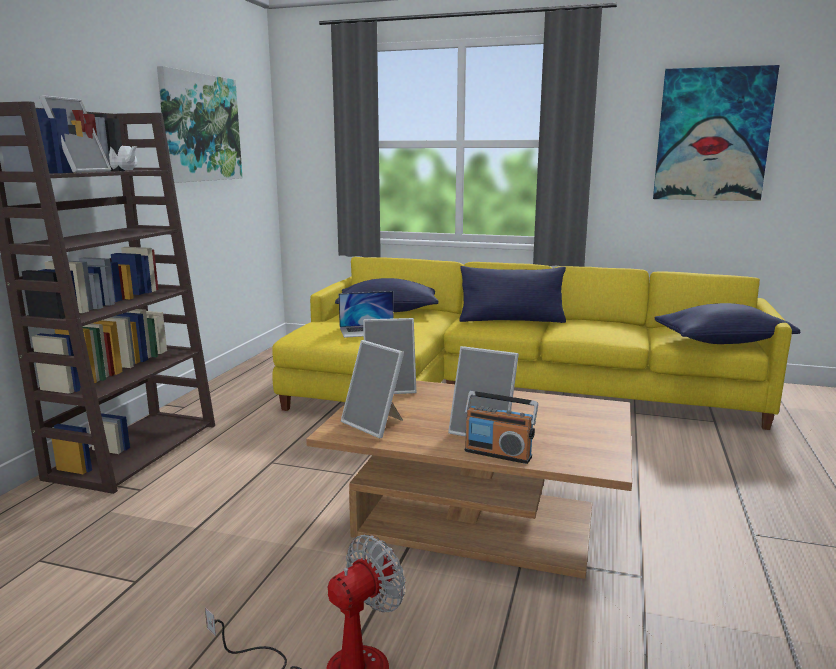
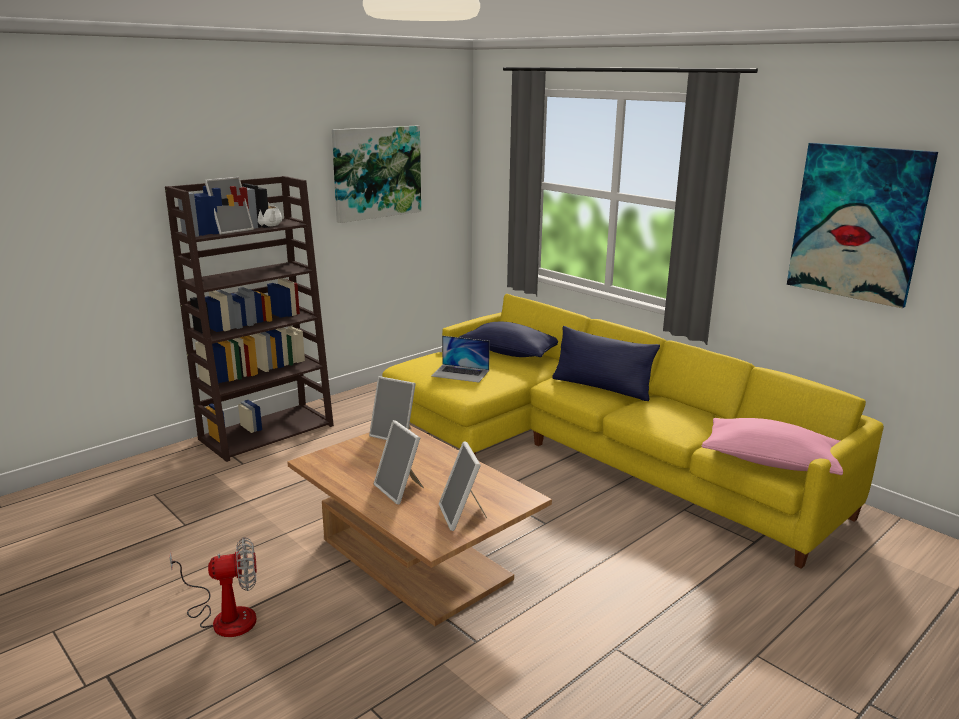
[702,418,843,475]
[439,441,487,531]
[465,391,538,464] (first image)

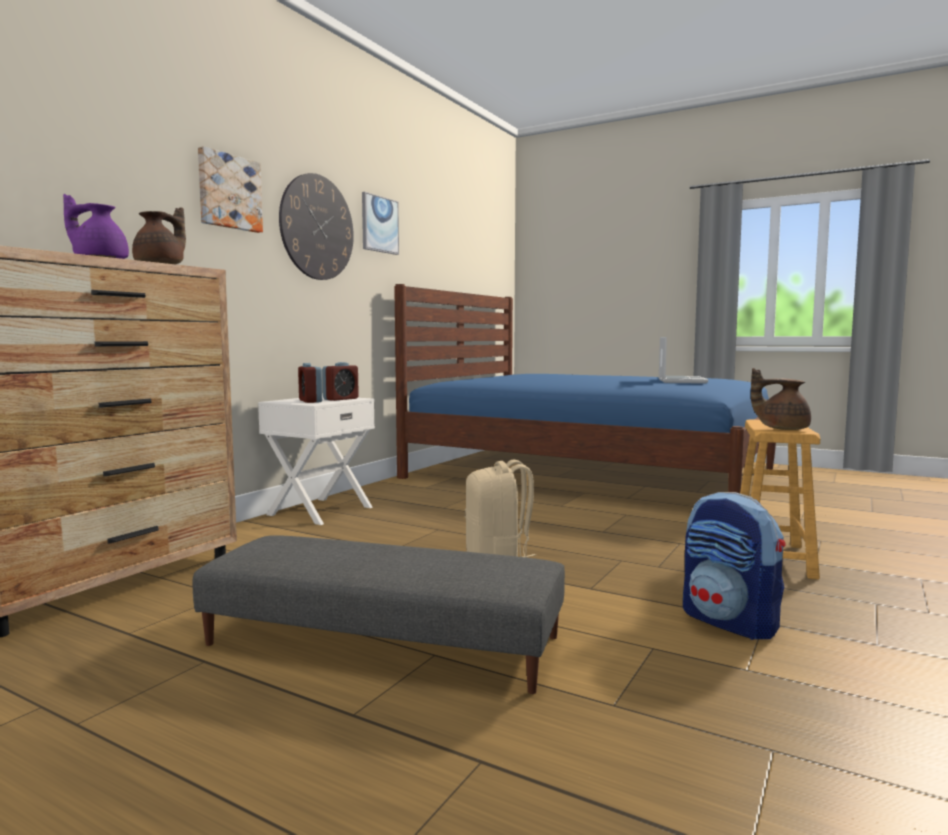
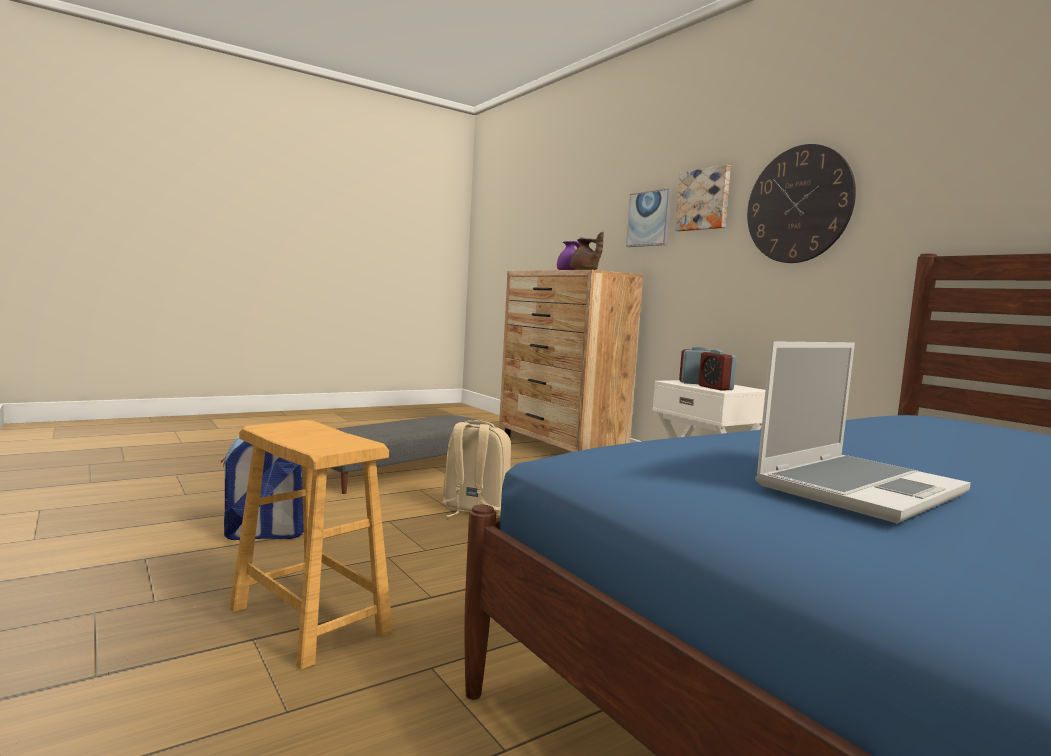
[626,188,672,247]
[755,341,971,523]
[751,368,811,430] (first image)

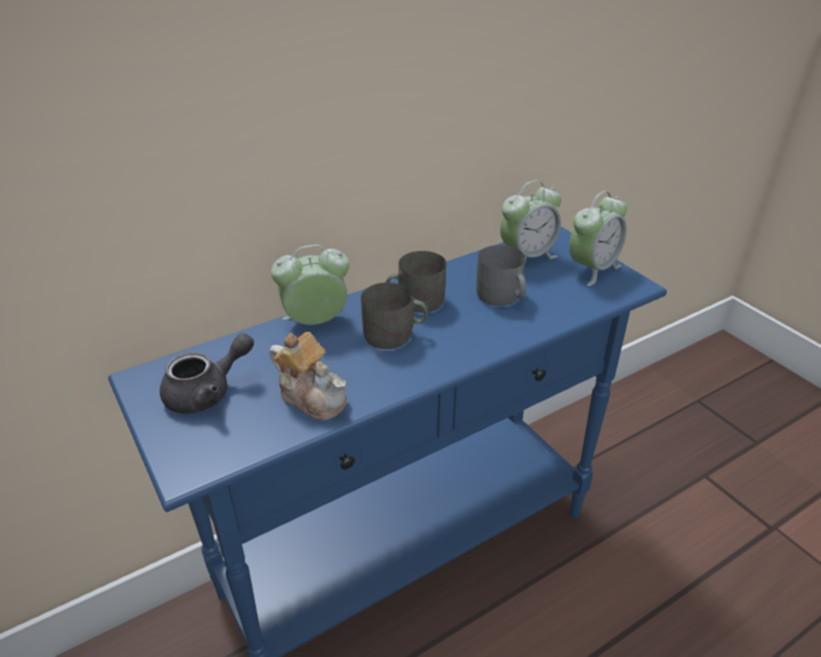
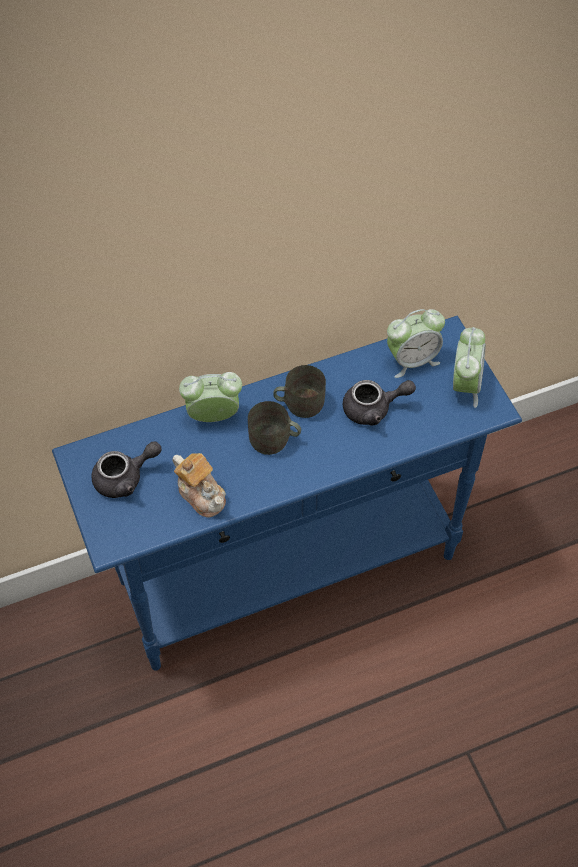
[453,327,486,408]
[343,380,416,426]

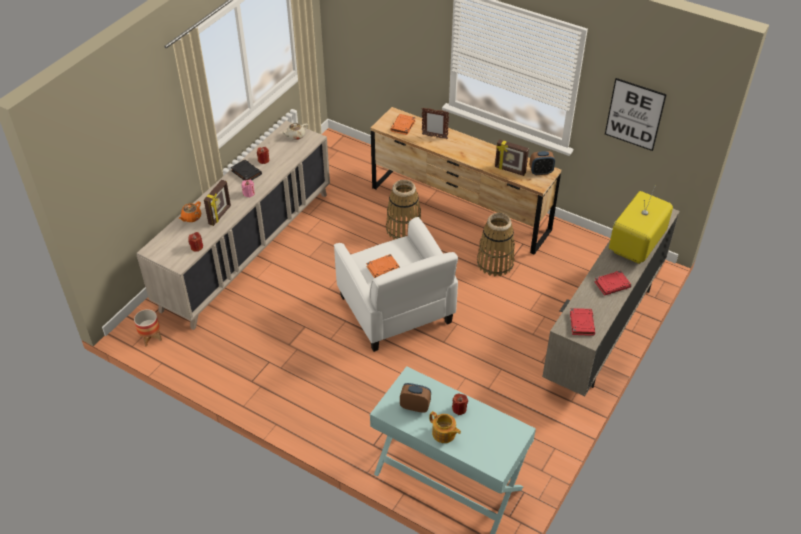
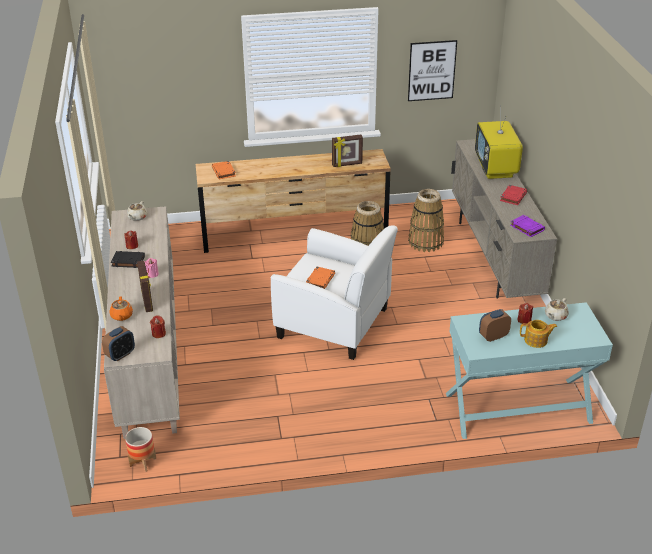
[422,107,449,139] (first image)
[102,326,135,361]
[408,189,444,252]
[511,215,545,237]
[545,298,569,321]

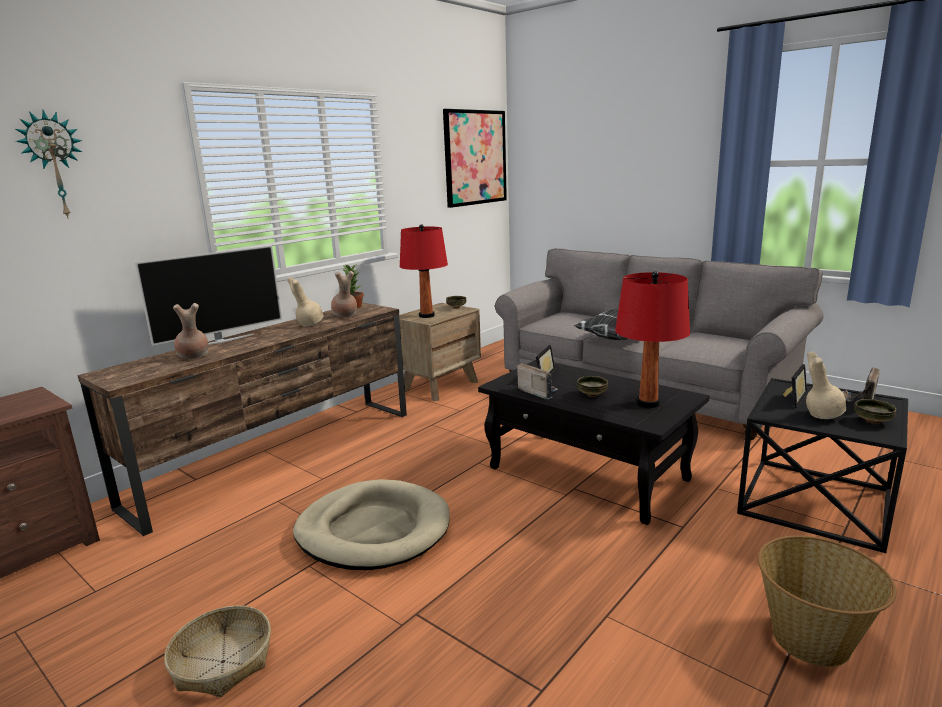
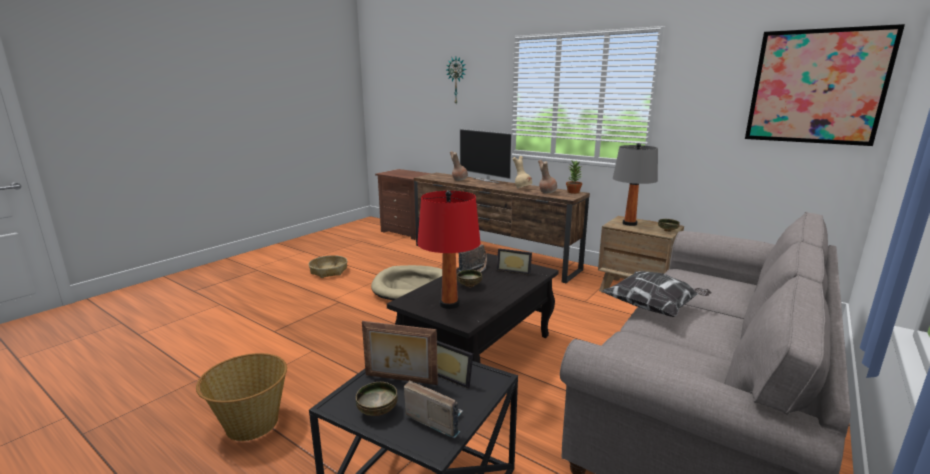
[613,143,658,226]
[362,321,438,385]

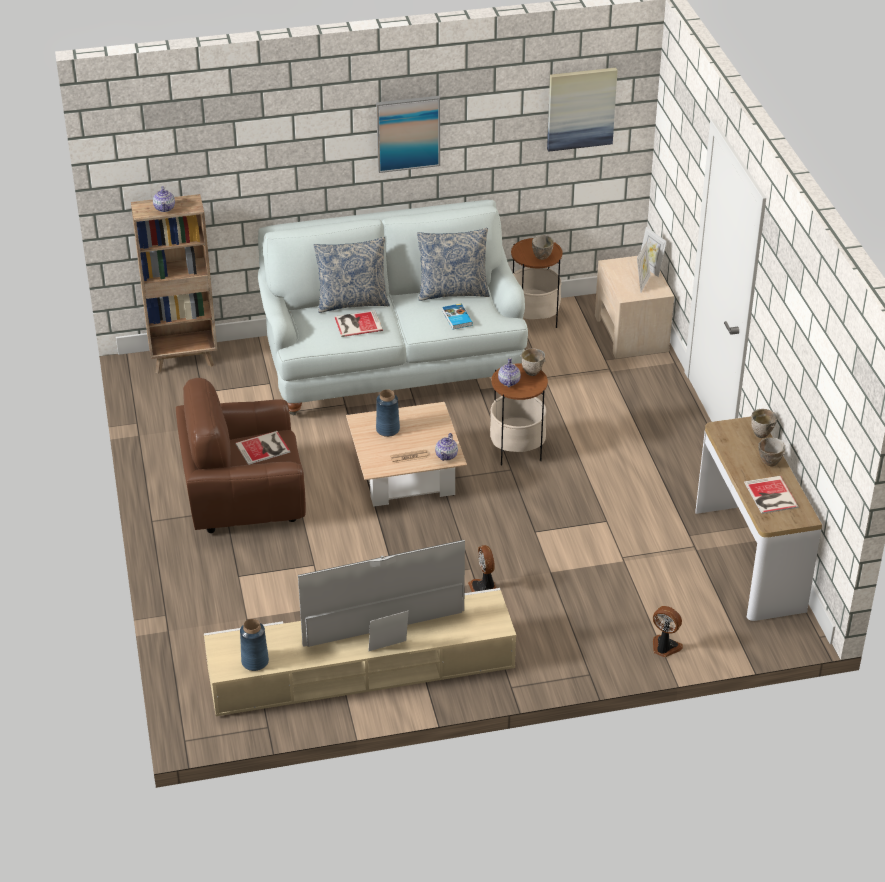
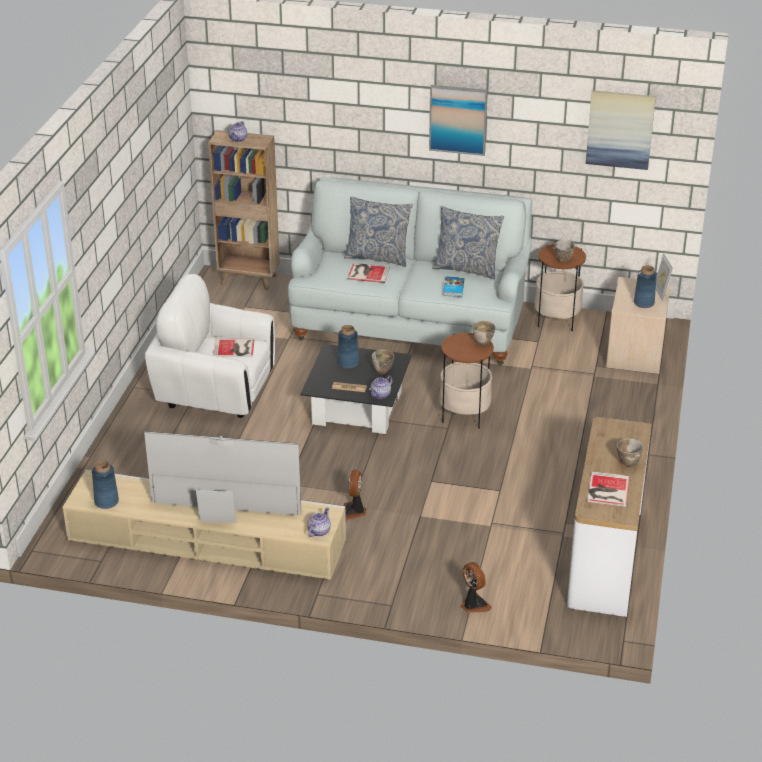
[634,265,657,308]
[307,508,331,537]
[145,274,275,418]
[300,344,412,434]
[372,350,394,374]

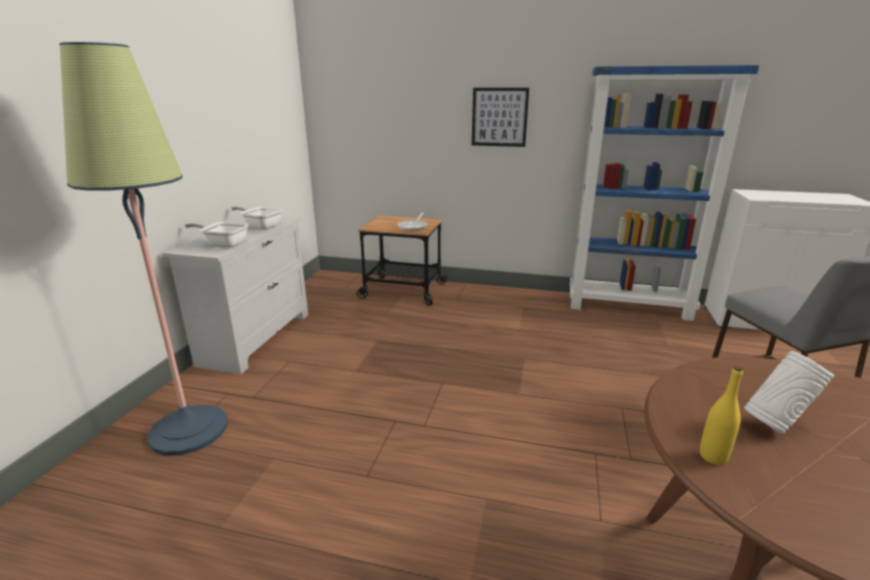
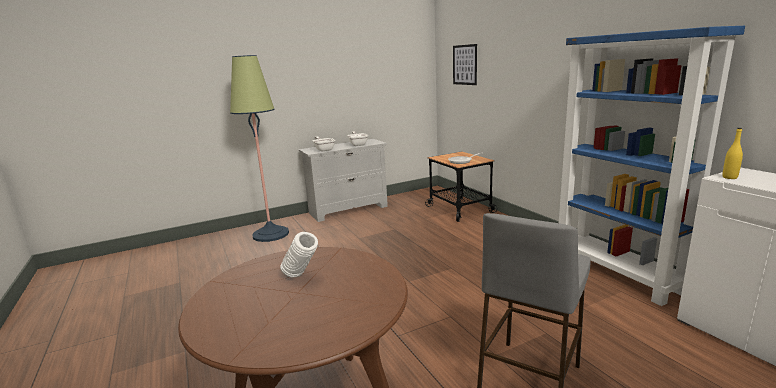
[453,44,477,85]
[722,128,743,179]

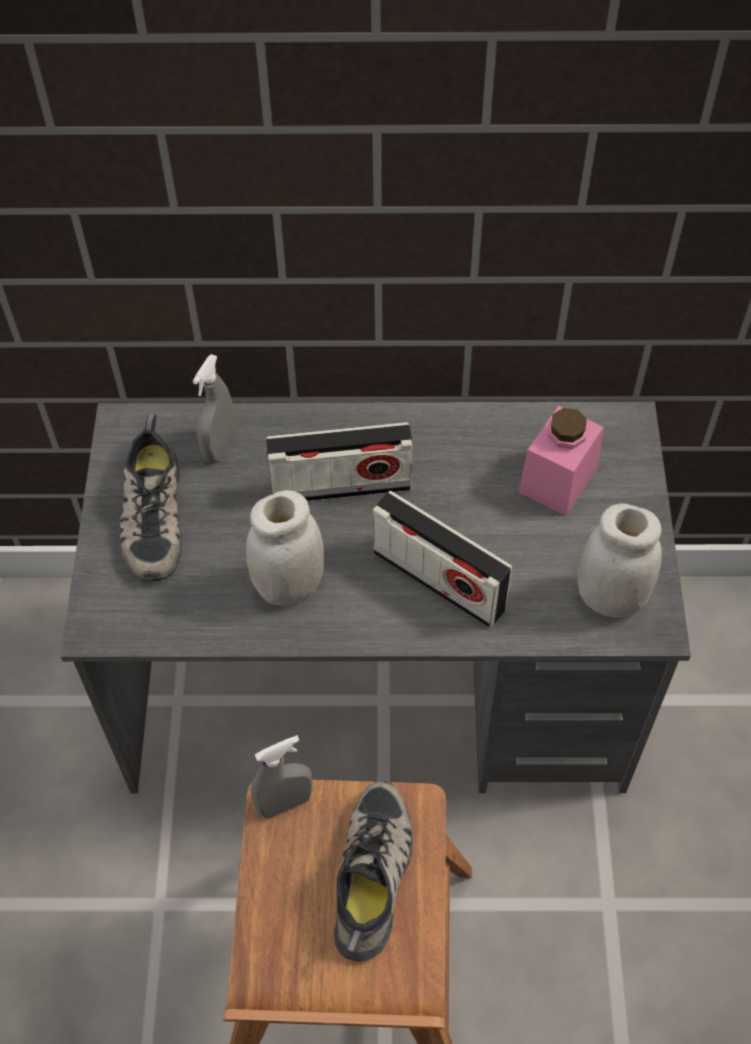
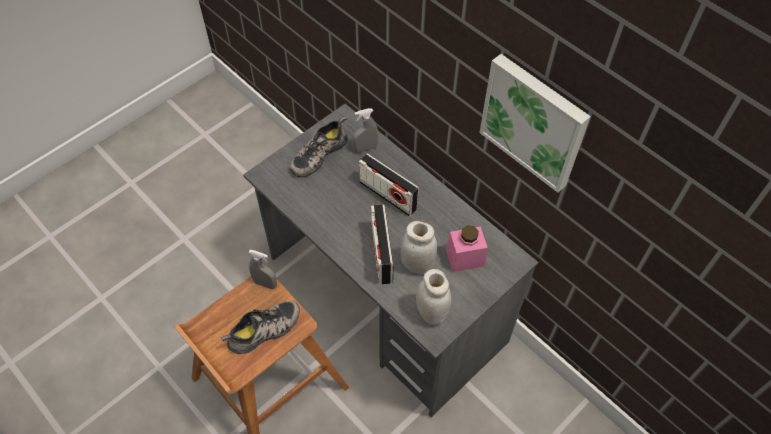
[401,221,437,274]
[479,54,591,193]

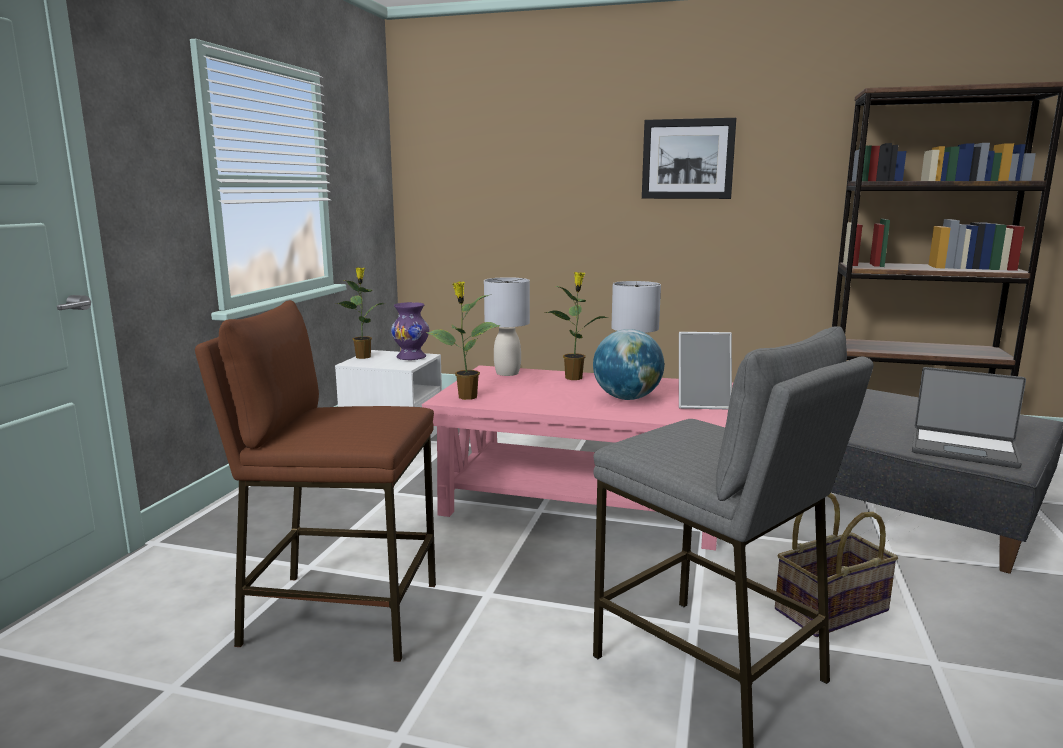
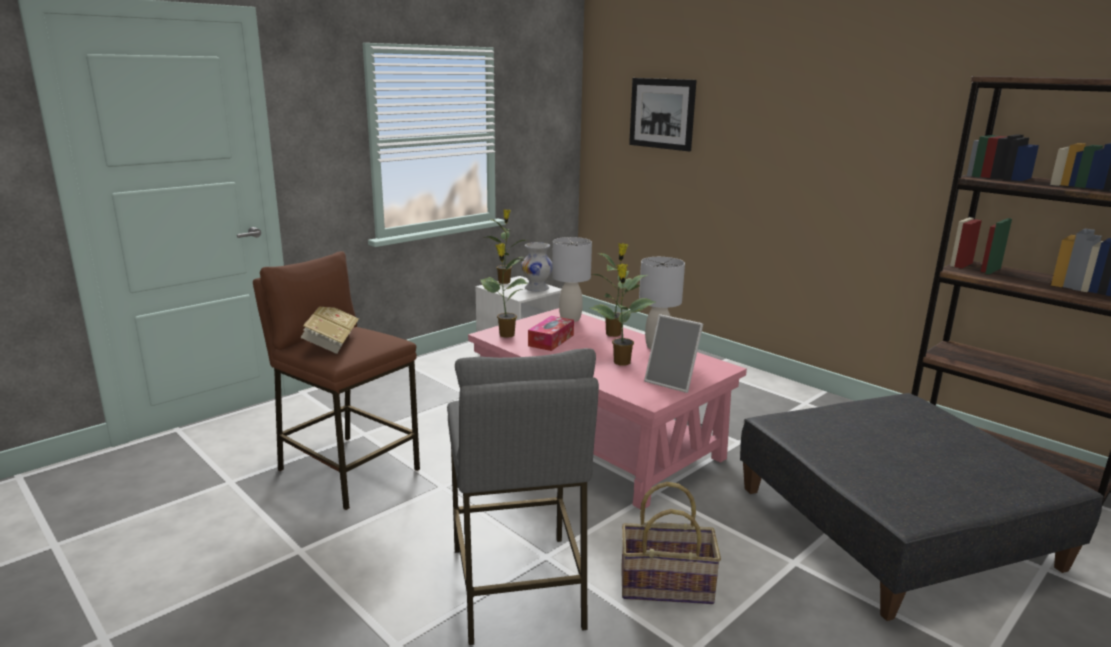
[629,78,697,151]
[521,242,552,292]
[590,264,655,366]
[912,367,1026,469] (first image)
[300,306,359,354]
[528,316,574,351]

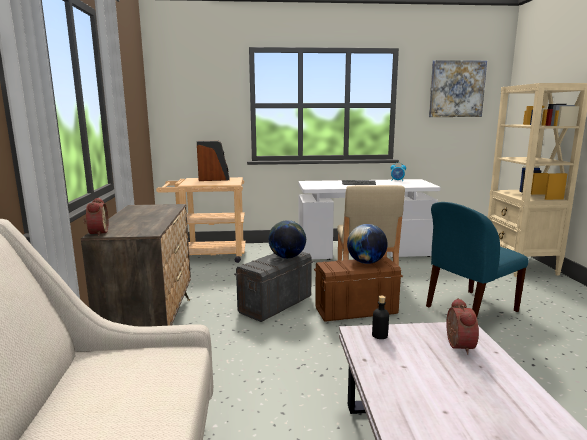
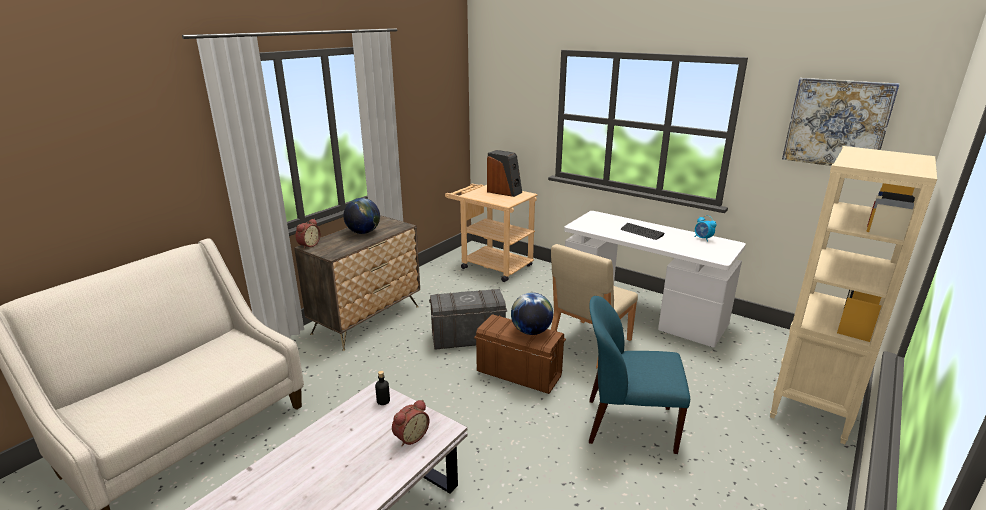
[343,198,380,234]

